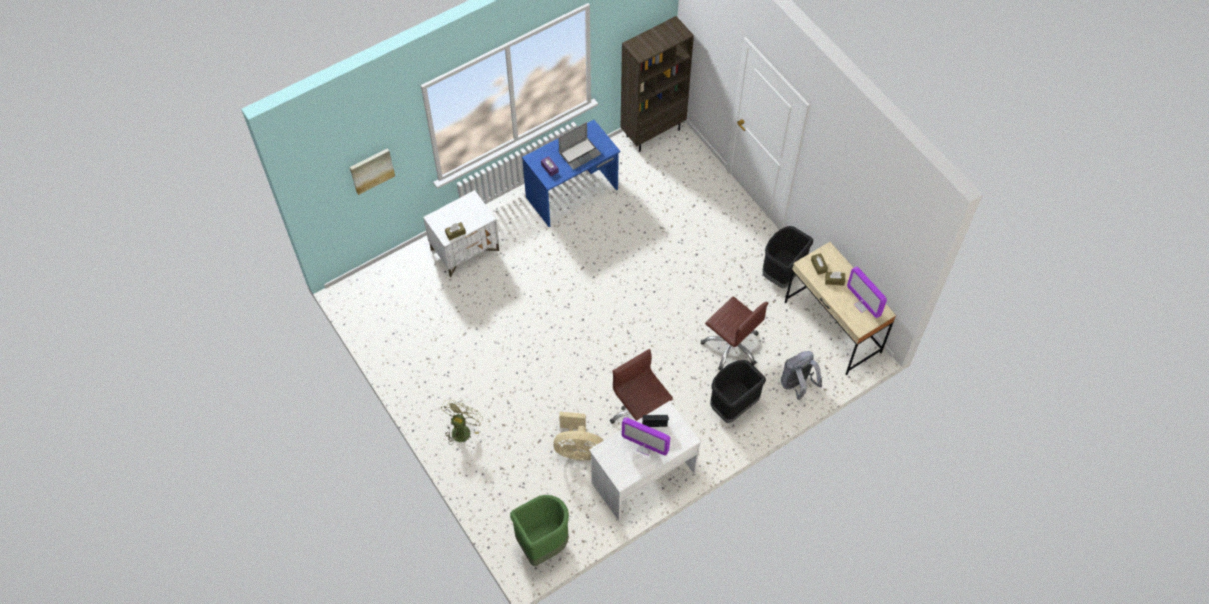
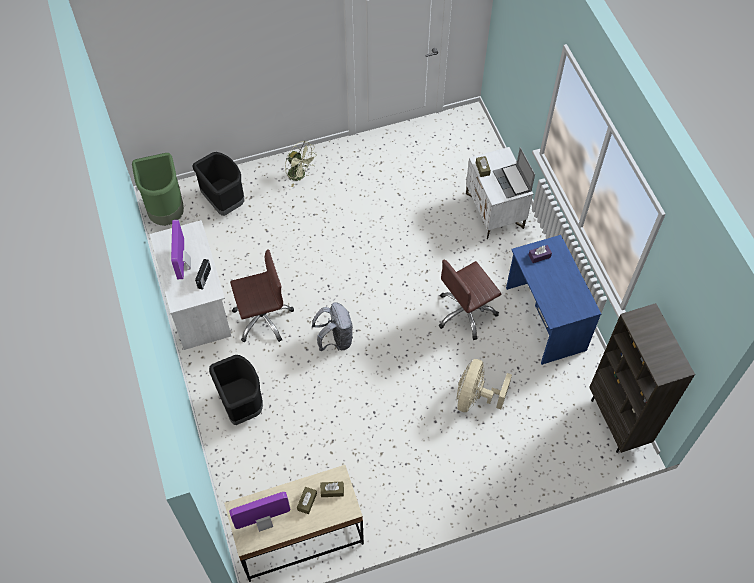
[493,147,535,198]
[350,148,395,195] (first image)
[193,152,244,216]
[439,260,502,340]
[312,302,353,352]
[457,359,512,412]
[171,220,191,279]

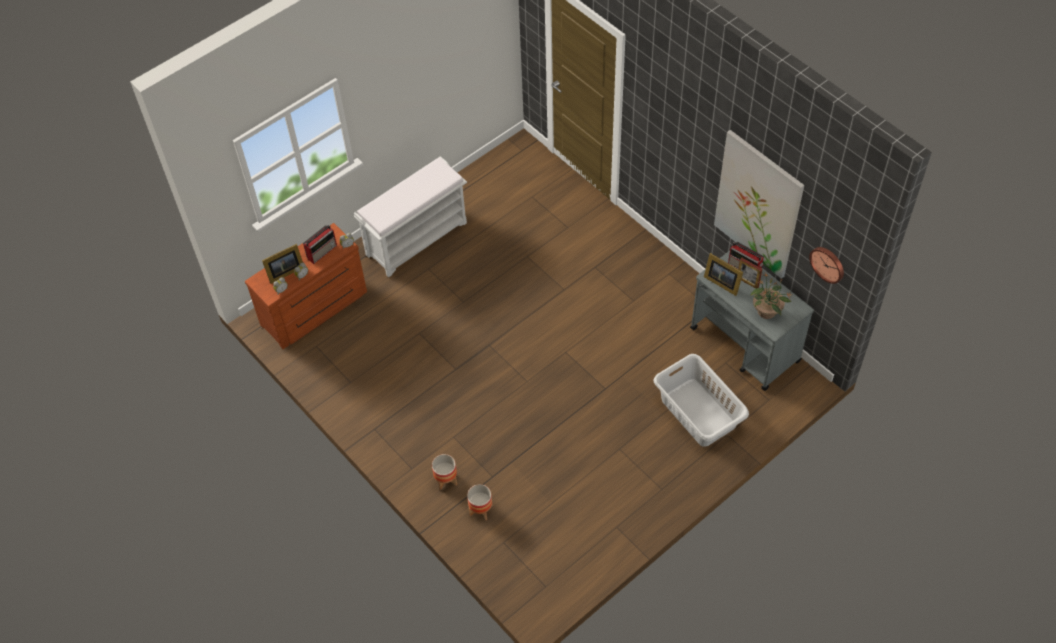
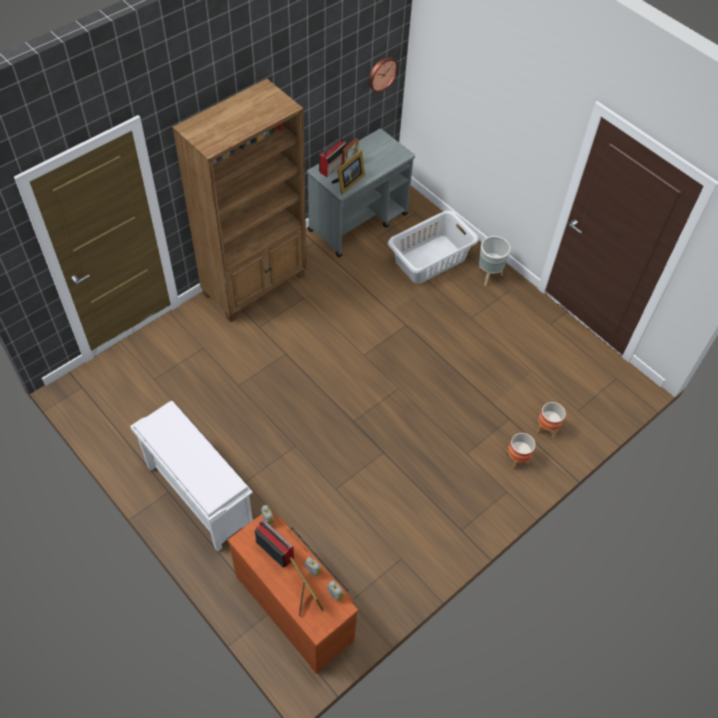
[714,130,804,279] (first image)
[750,273,793,319] (first image)
[172,79,307,322]
[479,236,511,286]

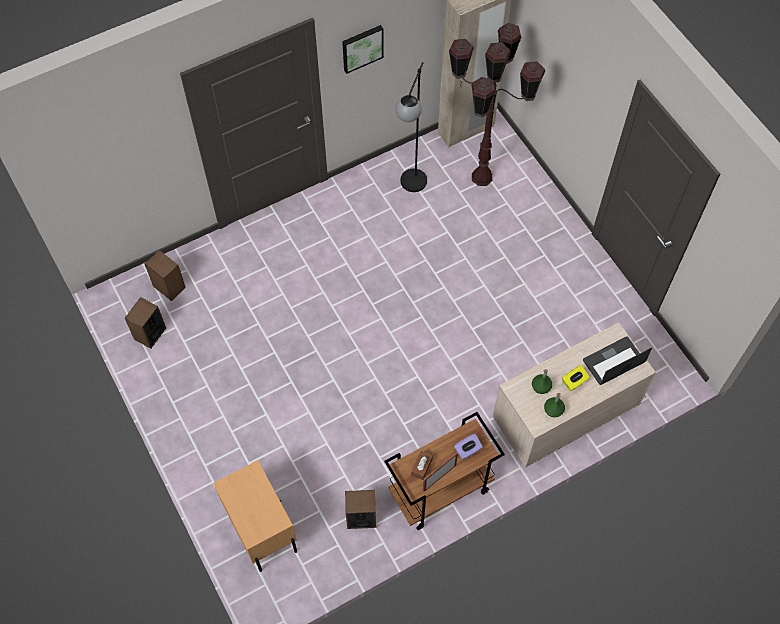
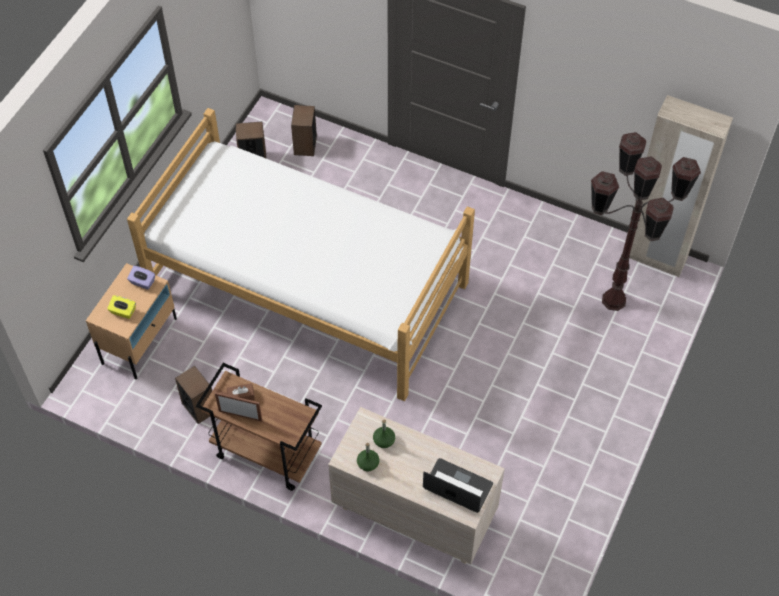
[342,25,384,74] (first image)
[395,62,427,192] (first image)
[107,295,136,319]
[127,266,155,290]
[127,108,475,401]

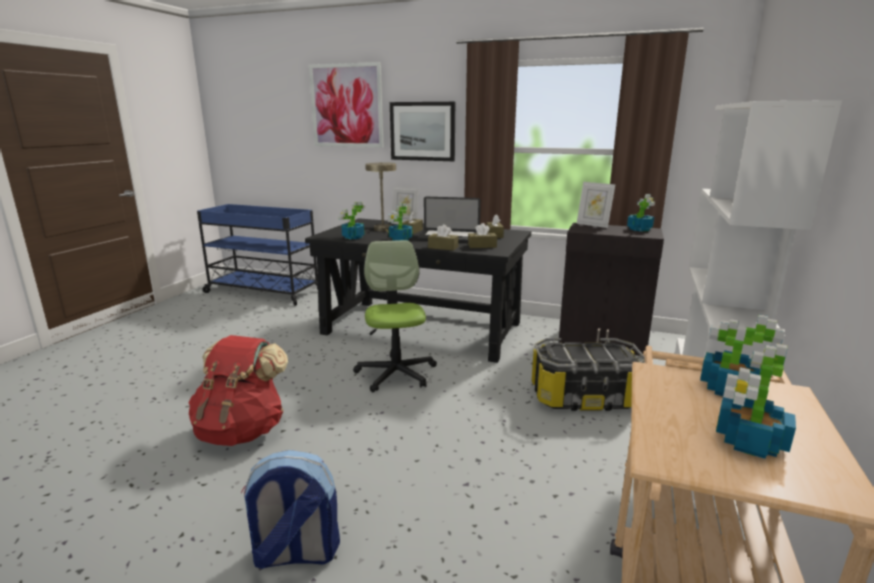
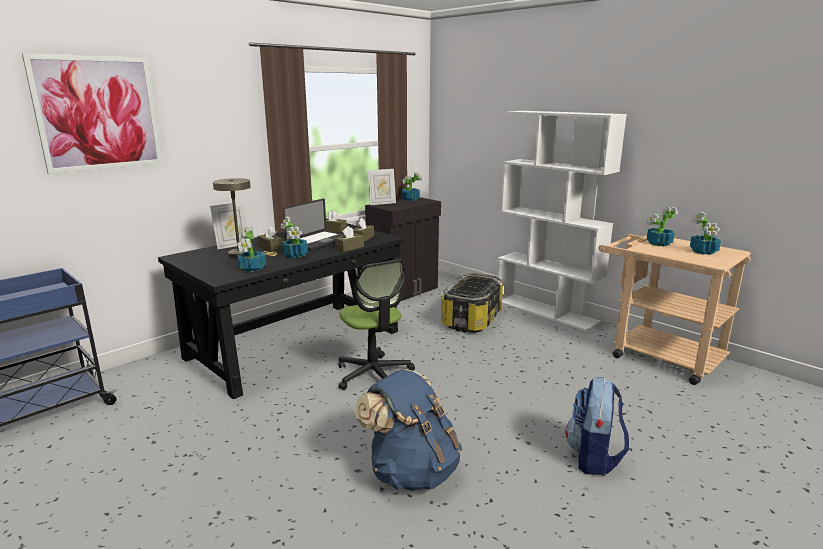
[390,102,455,161] (first image)
[338,259,415,390]
[354,369,462,491]

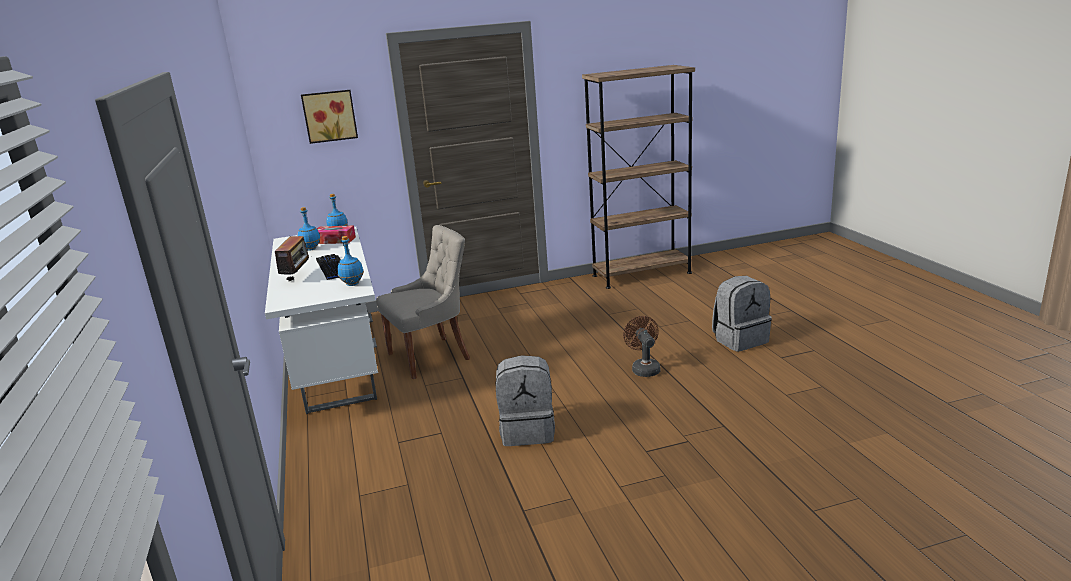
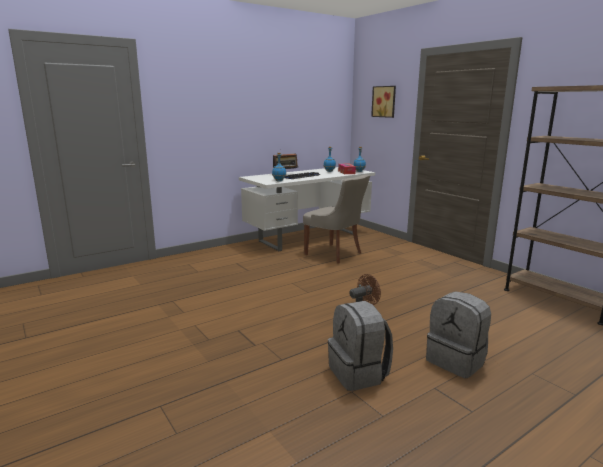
[328,301,393,391]

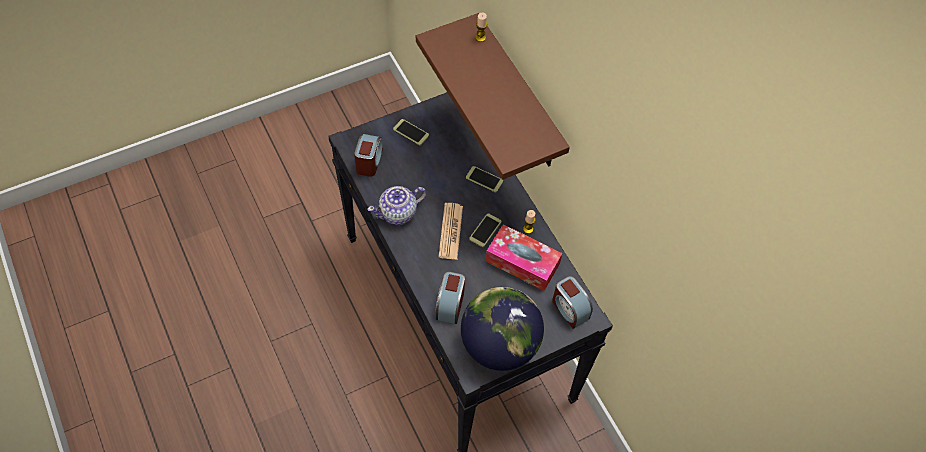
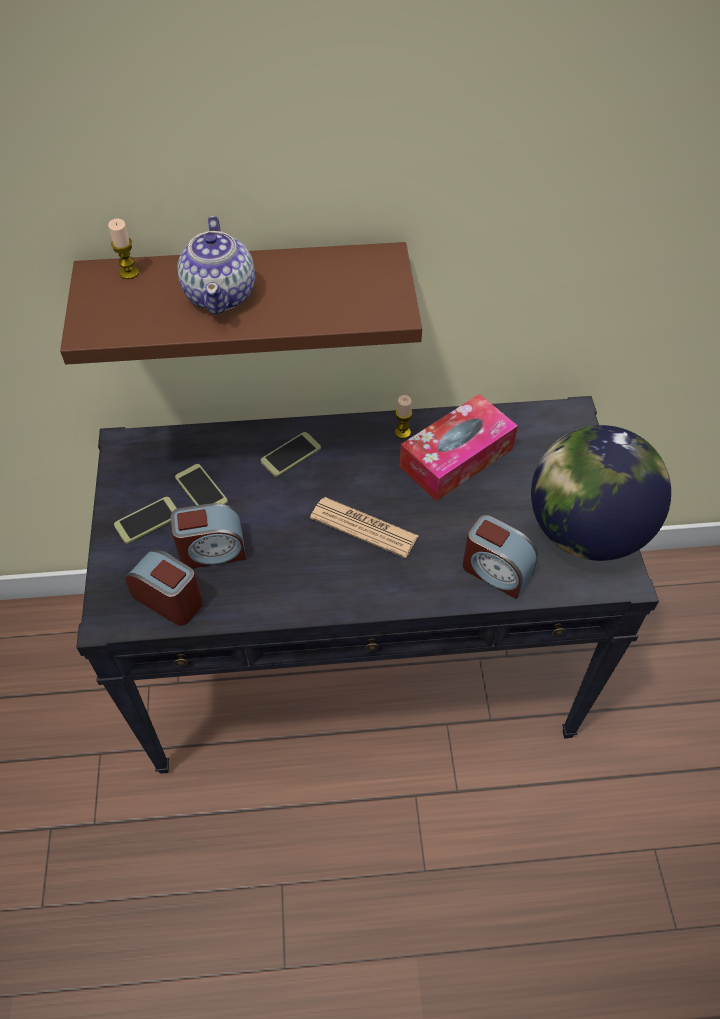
[177,216,255,314]
[175,464,228,505]
[170,503,246,568]

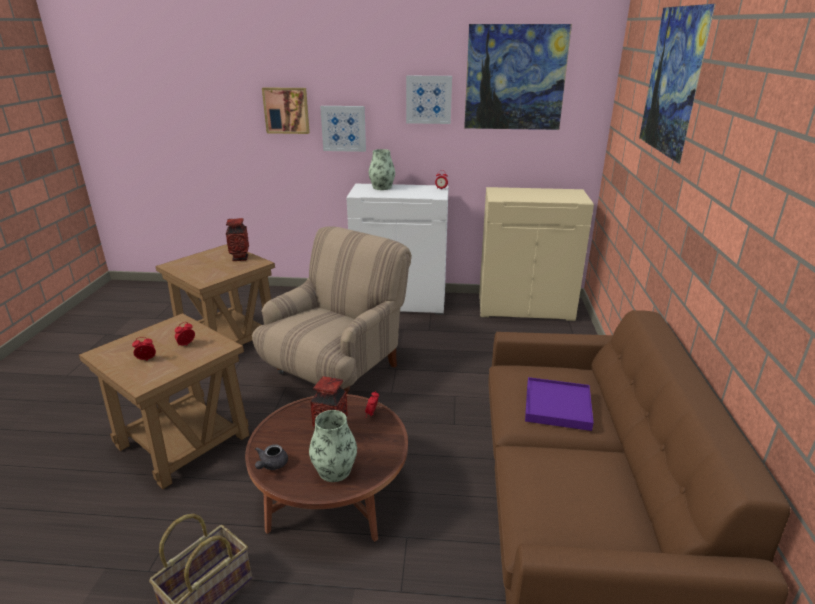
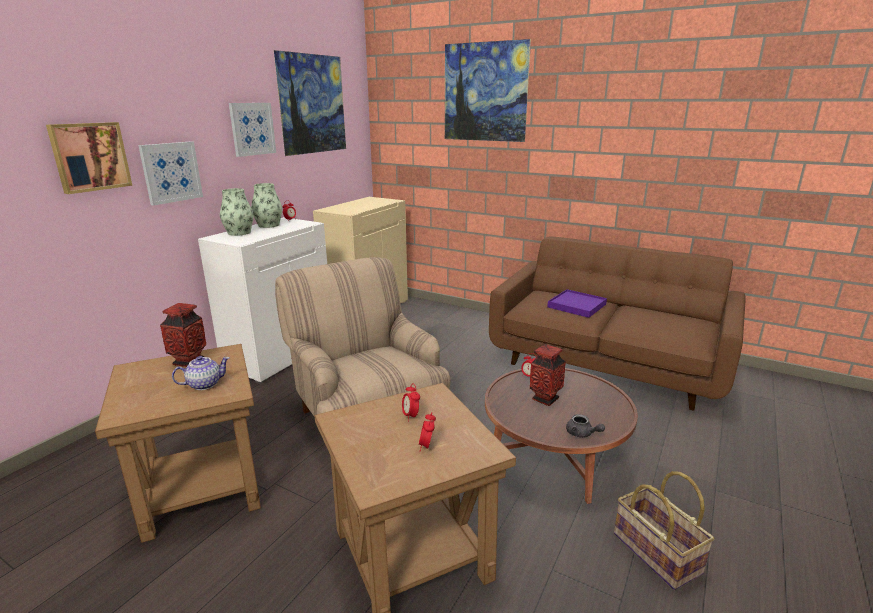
[251,183,282,228]
[172,356,230,390]

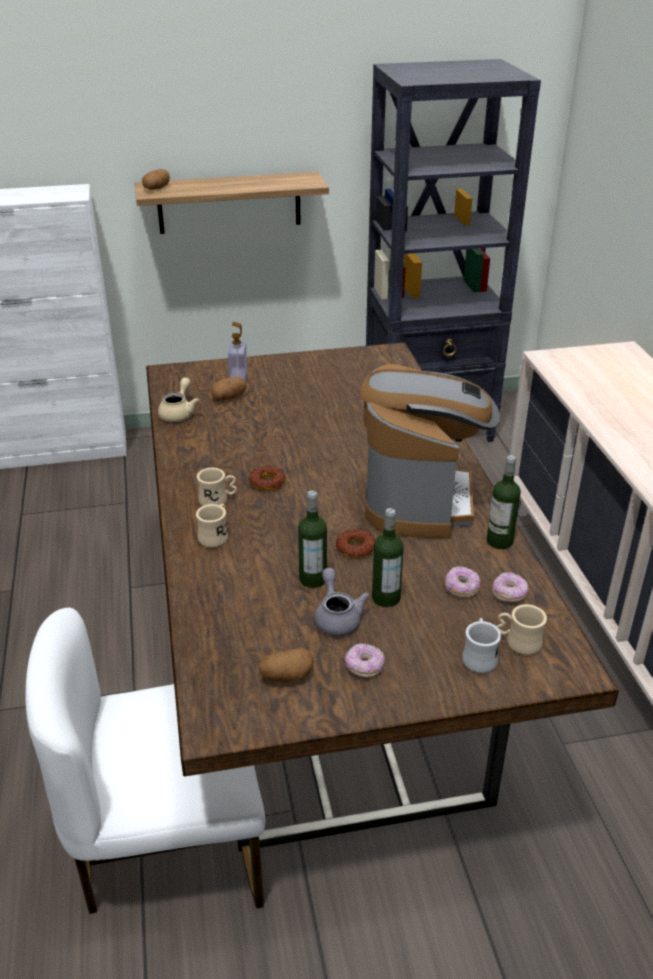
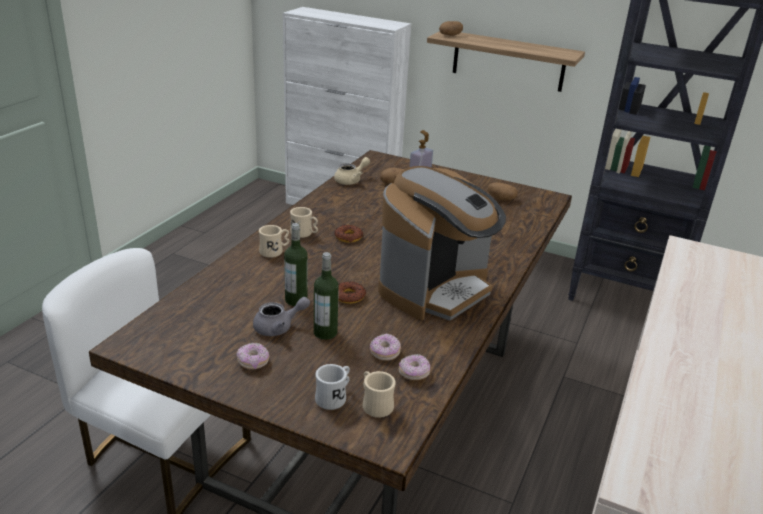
[487,455,521,549] (first image)
[253,297,310,336]
[488,182,518,201]

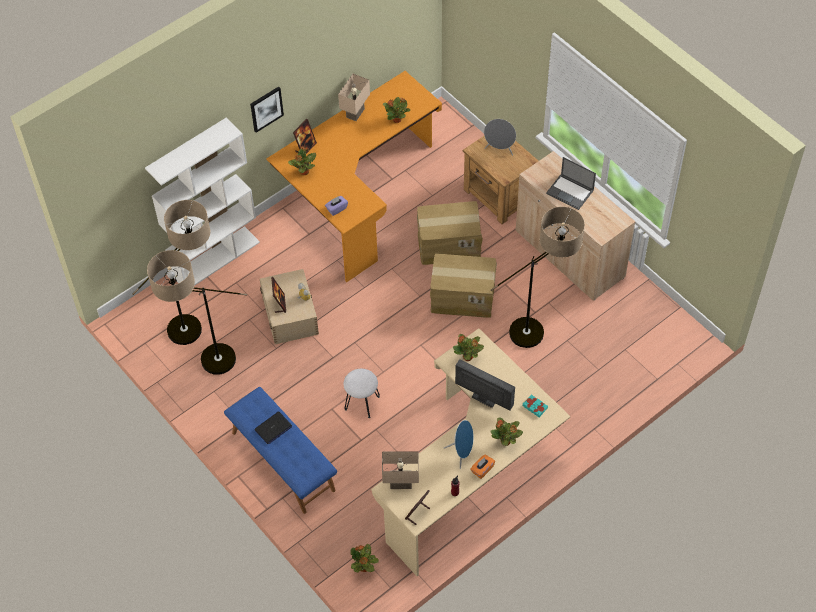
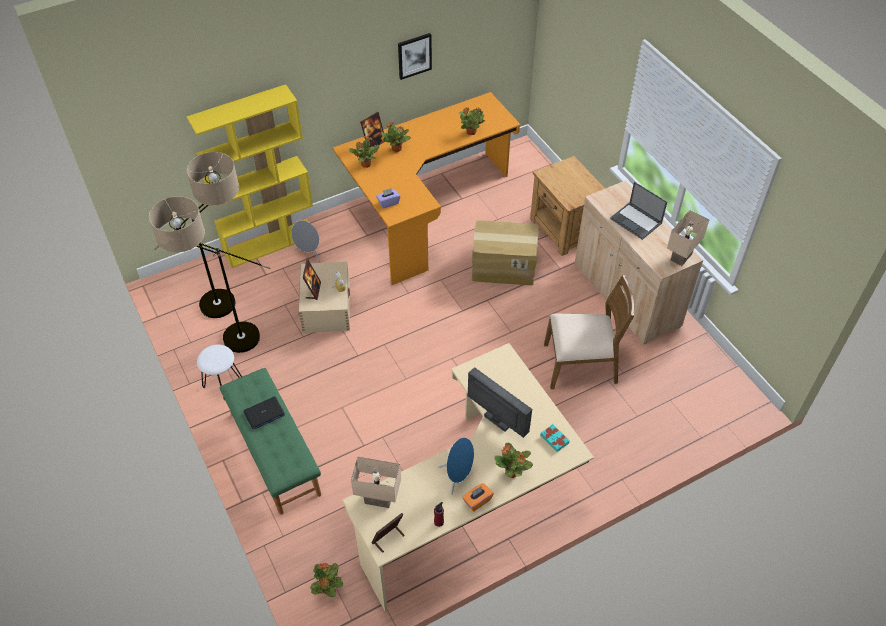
[667,210,709,266]
[398,33,432,80]
[186,84,313,268]
[291,220,320,261]
[544,275,634,389]
[430,254,497,318] (first image)
[381,122,411,152]
[197,345,242,400]
[220,368,321,515]

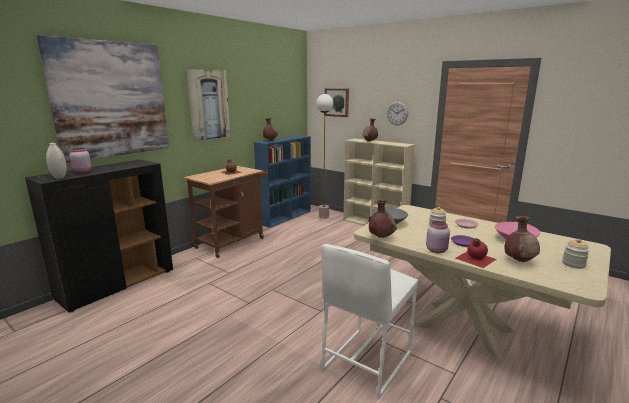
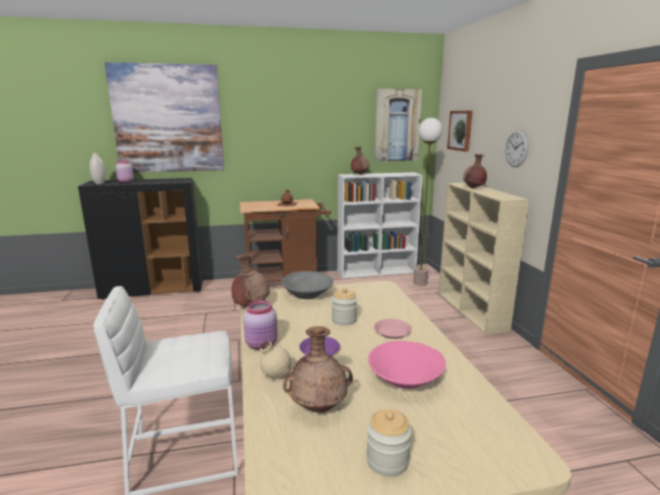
[374,89,422,161]
[337,172,423,279]
[246,341,297,391]

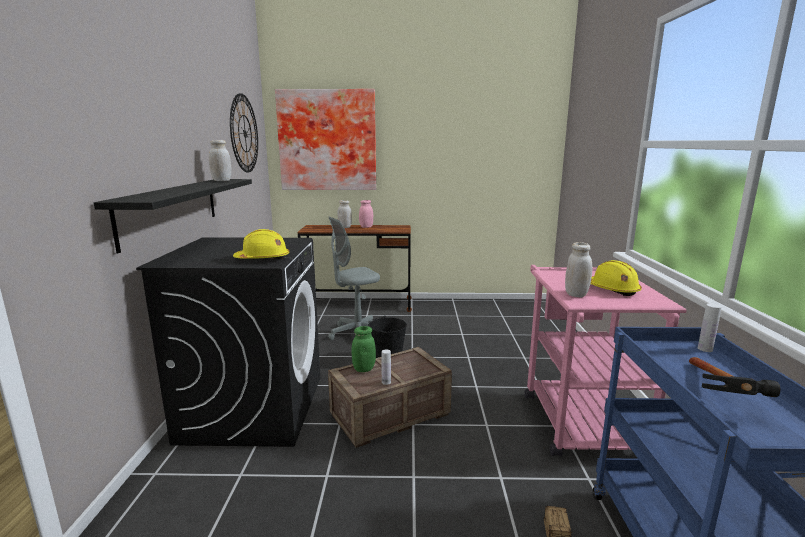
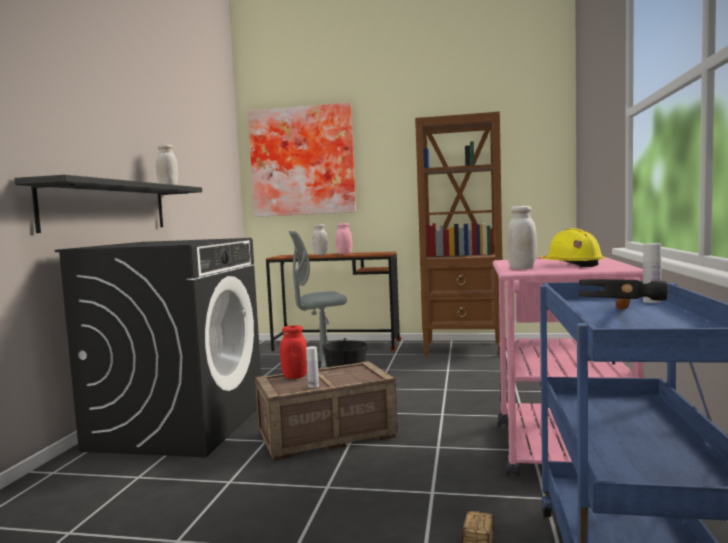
[230,93,258,173] (first image)
[233,229,289,260] (first image)
[280,325,307,379]
[415,111,503,356]

